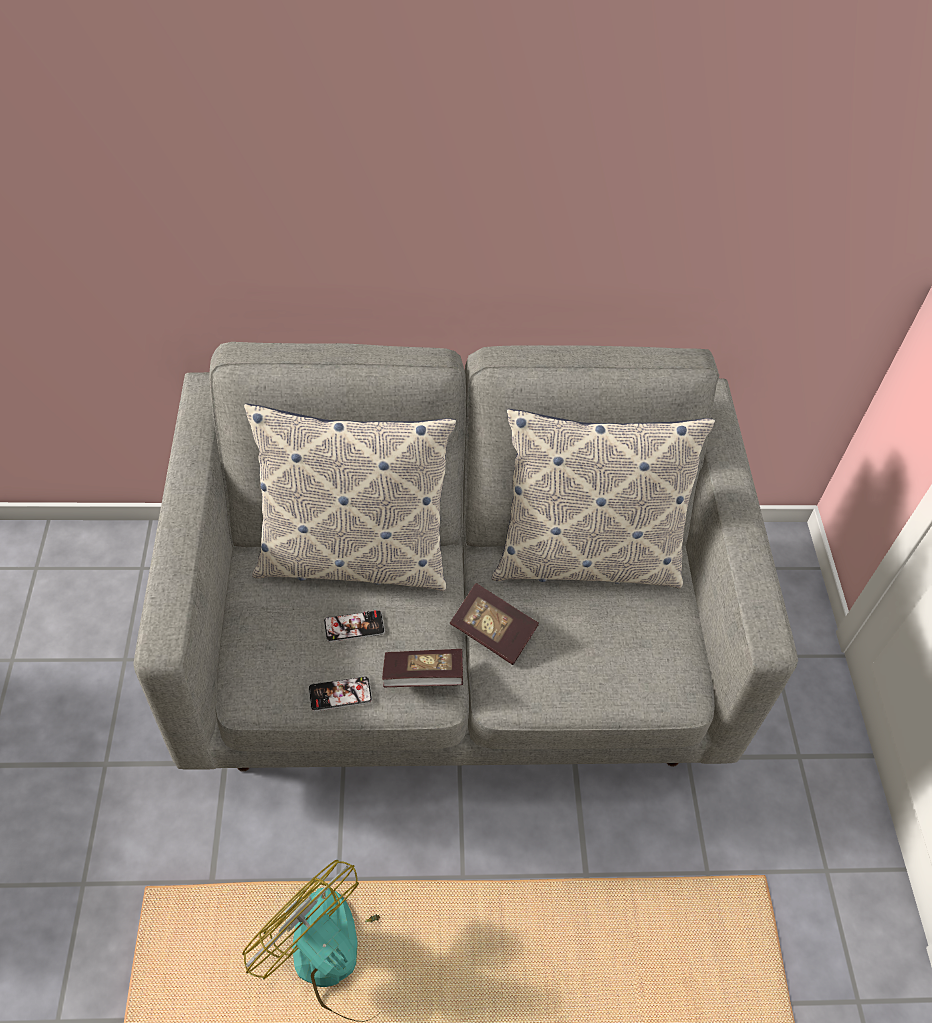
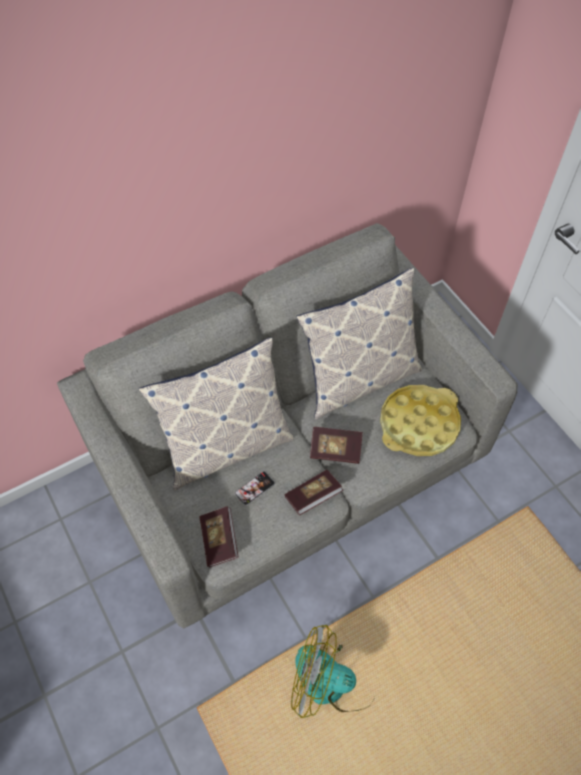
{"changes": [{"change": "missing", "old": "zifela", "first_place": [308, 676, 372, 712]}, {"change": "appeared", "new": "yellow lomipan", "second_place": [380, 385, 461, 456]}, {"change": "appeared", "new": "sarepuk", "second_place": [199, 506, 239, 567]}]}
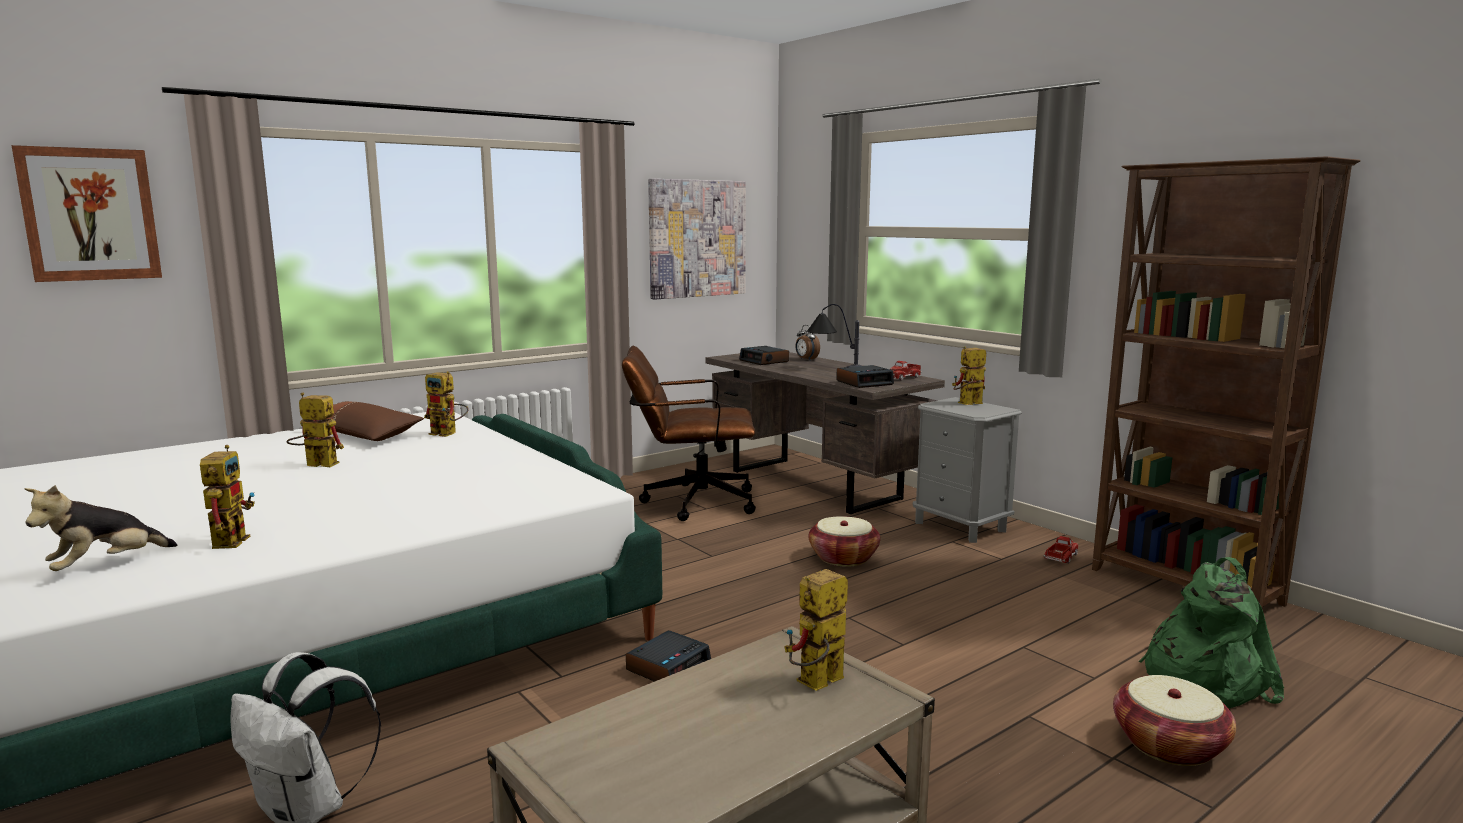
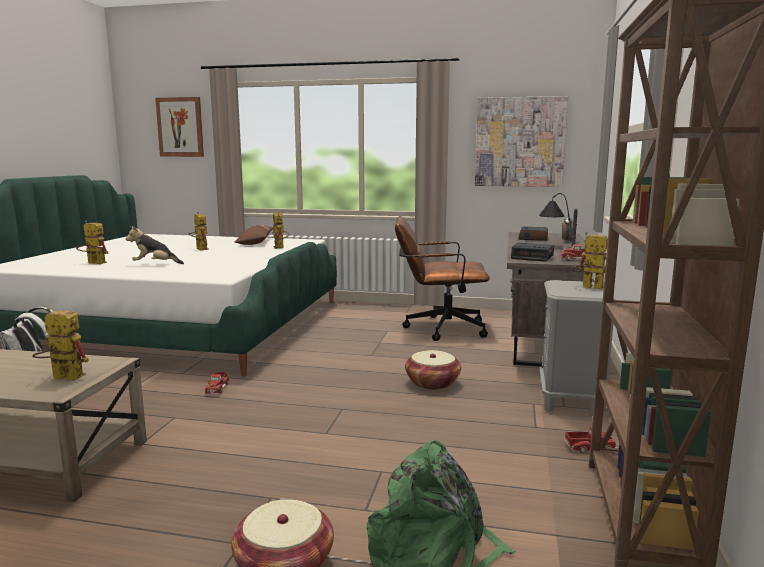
{"changes": [{"change": "spun", "old": "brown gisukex", "first_place": [622, 346, 756, 521], "second_place": [395, 216, 490, 341], "degrees": -45}, {"change": "spun", "old": "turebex", "first_place": [200, 445, 255, 549], "second_place": [76, 221, 109, 264], "degrees": -120}, {"change": "relocated", "old": "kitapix", "first_place": [25, 485, 177, 571], "second_place": [125, 226, 184, 264]}, {"change": "exchanged", "old": "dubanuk", "new": "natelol", "first_place": [626, 630, 711, 682], "second_place": [205, 372, 229, 395]}]}
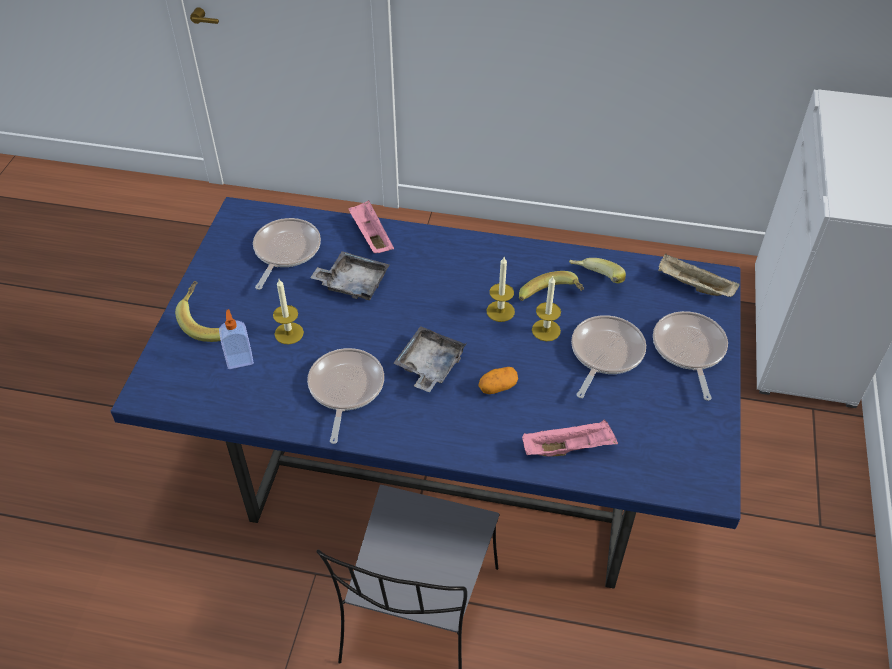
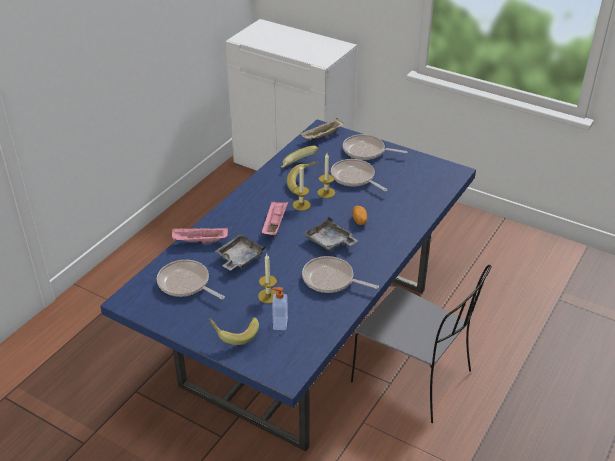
{"changes": [{"change": "relocated", "old": "pink lomipan", "first_place": [522, 419, 618, 457], "second_place": [262, 201, 288, 235]}]}
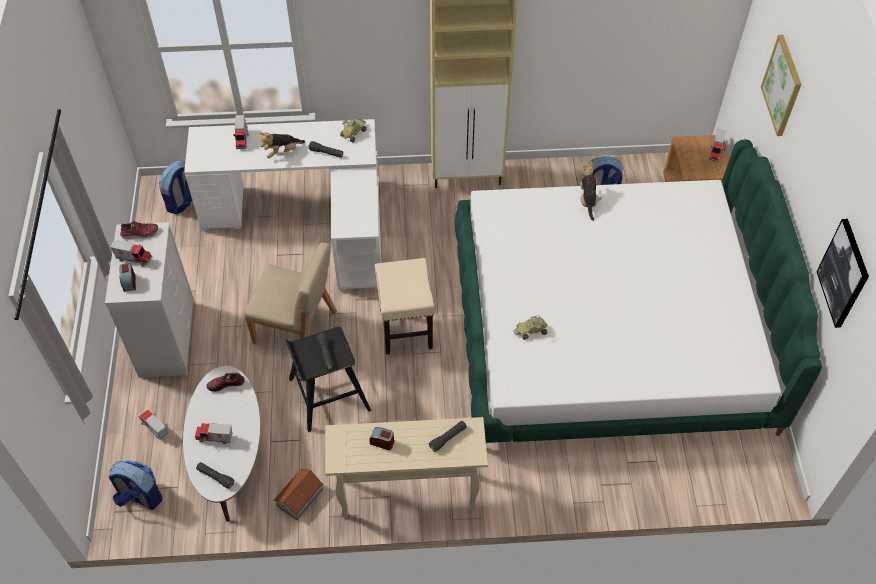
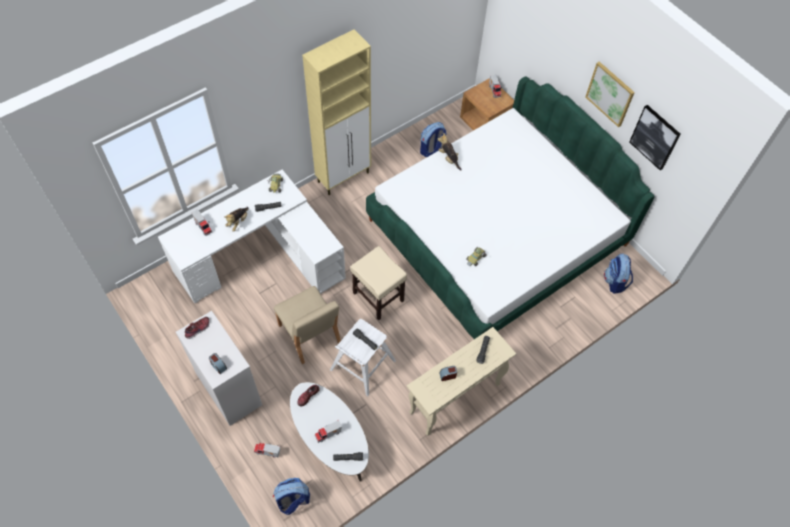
{"changes": [{"change": "relocated", "old": "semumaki", "first_place": [761, 35, 802, 136], "second_place": [585, 62, 635, 127]}, {"change": "relocated", "old": "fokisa", "first_place": [159, 161, 192, 214], "second_place": [604, 253, 633, 294]}, {"change": "missing", "old": "natelol", "first_place": [110, 239, 152, 267]}, {"change": "spun", "old": "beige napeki", "first_place": [245, 243, 337, 345], "second_place": [274, 286, 341, 364], "degrees": 75}, {"change": "colour", "old": "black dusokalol", "new": "white dusokalol", "first_place": [286, 327, 371, 432], "second_place": [330, 319, 396, 396]}, {"change": "missing", "old": "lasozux", "first_place": [274, 468, 323, 520]}]}
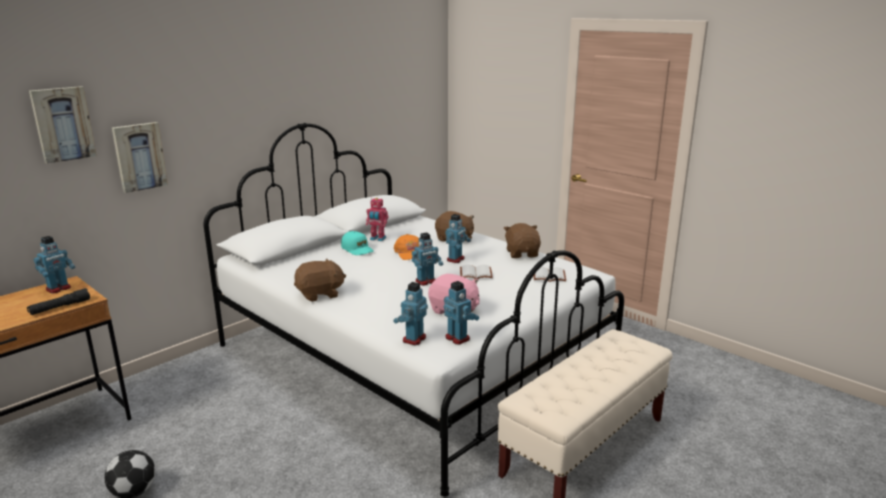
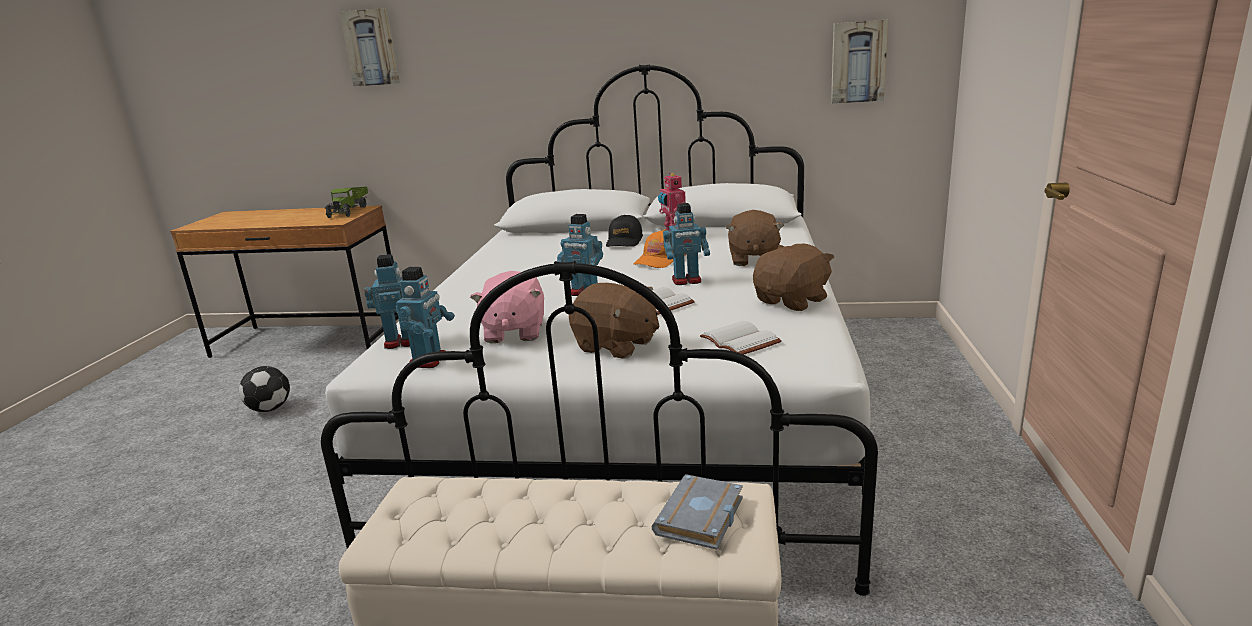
{"changes": [{"change": "relocated", "old": "semumaki", "first_place": [112, 122, 168, 193], "second_place": [831, 19, 889, 104]}, {"change": "colour", "old": "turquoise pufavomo", "new": "black pufavomo", "first_place": [341, 231, 374, 255], "second_place": [606, 215, 643, 247]}, {"change": "exchanged", "old": "turebex", "new": "natelol", "first_place": [34, 236, 75, 294], "second_place": [324, 187, 368, 218]}, {"change": "relocated", "old": "brown kitapix", "first_place": [294, 259, 346, 302], "second_place": [569, 283, 659, 359]}, {"change": "missing", "old": "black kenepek", "first_place": [27, 288, 90, 315]}, {"change": "appeared", "new": "grey sarepuk", "second_place": [652, 474, 743, 550]}]}
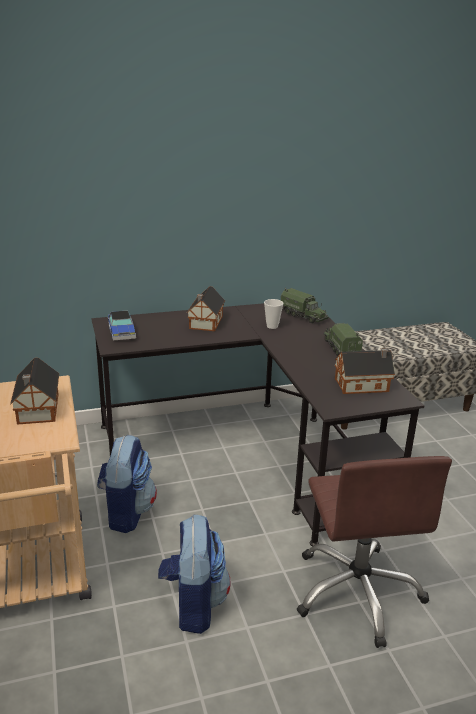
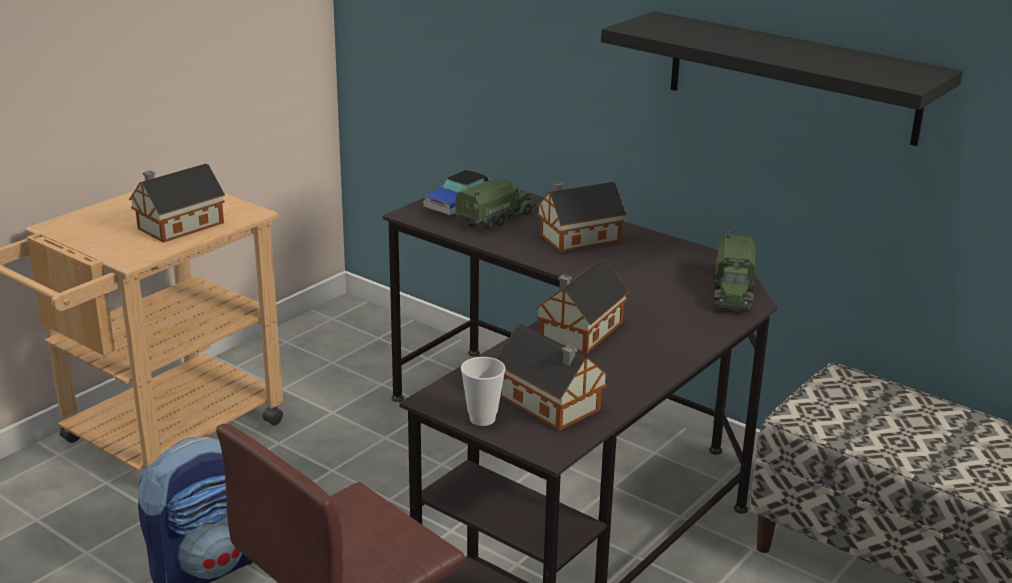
{"changes": [{"change": "relocated", "old": "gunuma", "first_place": [264, 299, 283, 329], "second_place": [461, 357, 506, 426]}, {"change": "relocated", "old": "natelol", "first_place": [324, 323, 363, 356], "second_place": [455, 178, 536, 230]}, {"change": "missing", "old": "fokisa", "first_place": [97, 435, 157, 533]}, {"change": "appeared", "new": "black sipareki", "second_place": [601, 11, 963, 146]}, {"change": "appeared", "new": "lasozux", "second_place": [535, 259, 629, 354]}]}
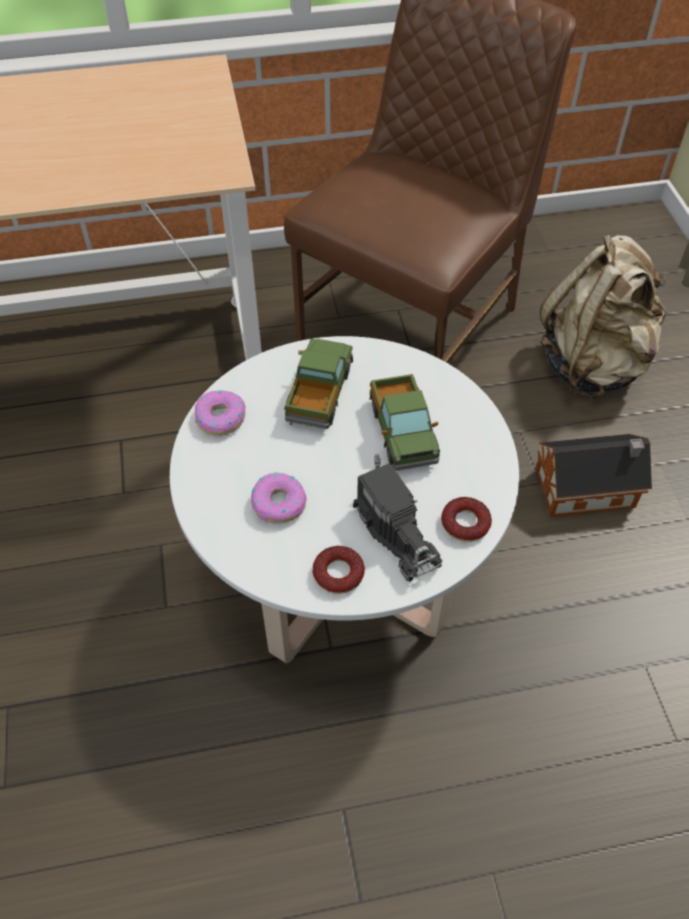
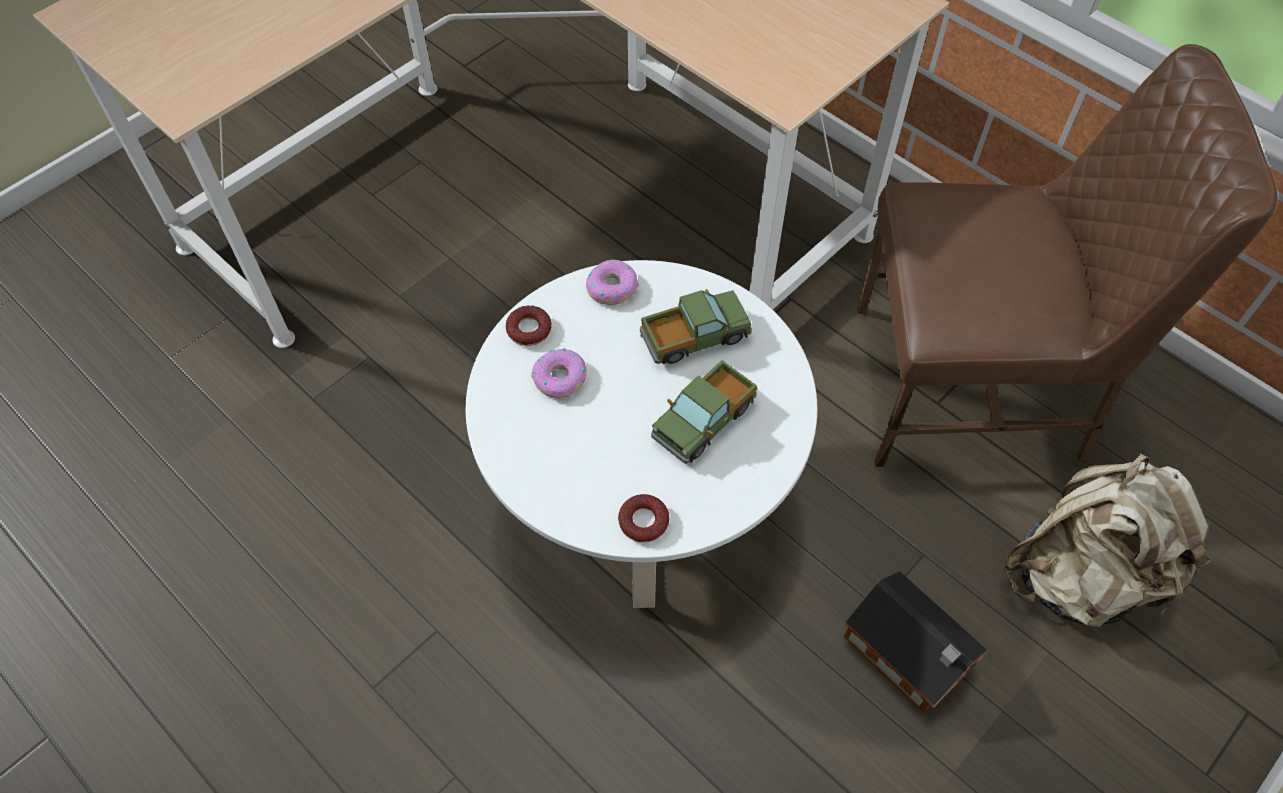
{"changes": [{"change": "missing", "old": "natelol", "first_place": [353, 453, 443, 582]}, {"change": "relocated", "old": "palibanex", "first_place": [313, 546, 365, 594], "second_place": [506, 306, 552, 346]}]}
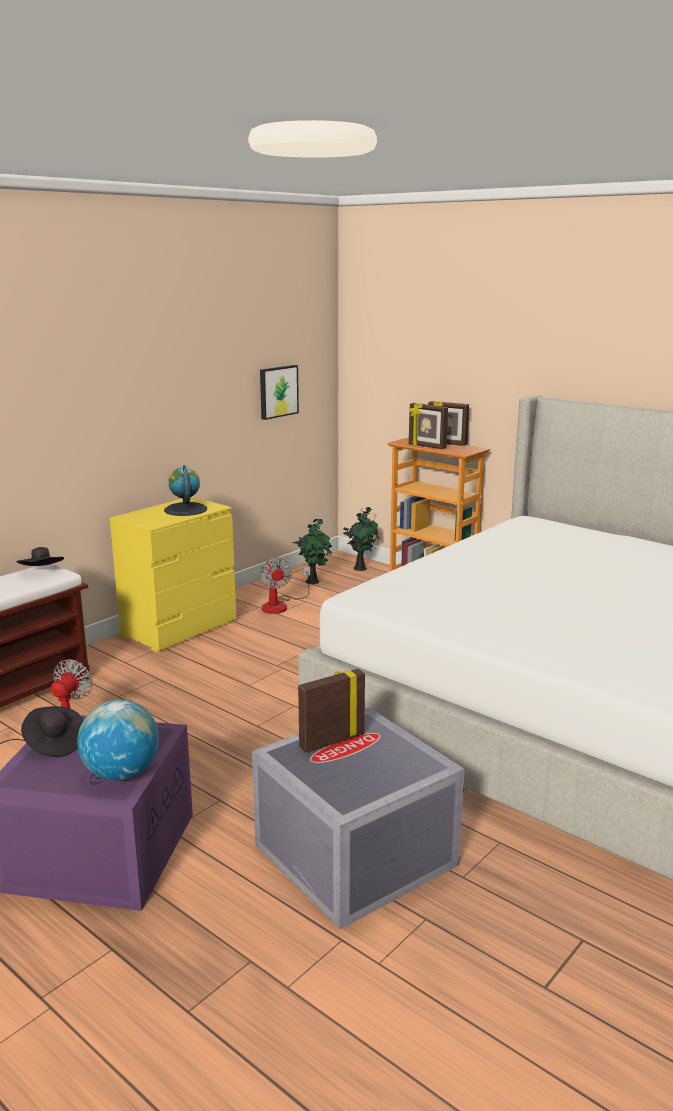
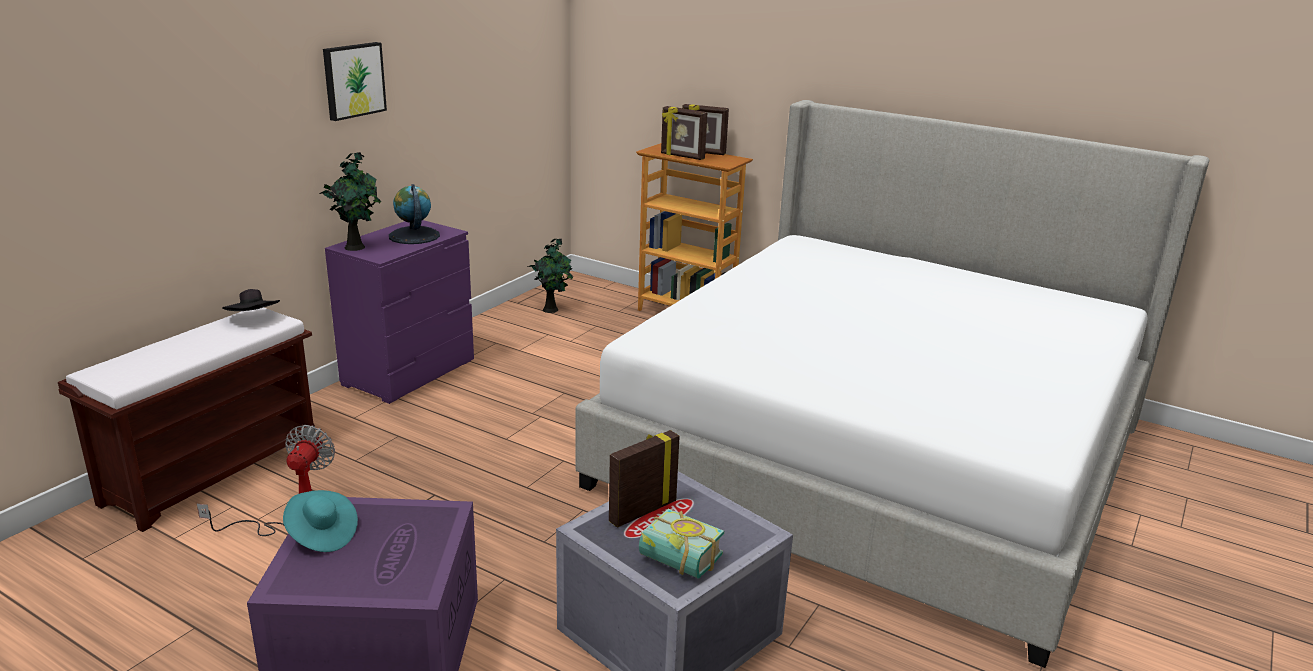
{"changes": [{"change": "relocated", "old": "semumaki", "first_place": [260, 365, 299, 420], "second_place": [323, 42, 387, 121]}, {"change": "colour", "old": "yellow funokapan", "new": "purple funokapan", "first_place": [110, 497, 236, 653], "second_place": [325, 220, 474, 404]}, {"change": "relocated", "old": "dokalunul", "first_place": [342, 507, 379, 571], "second_place": [319, 152, 381, 251]}, {"change": "missing", "old": "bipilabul", "first_place": [260, 558, 310, 614]}, {"change": "missing", "old": "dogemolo", "first_place": [77, 700, 159, 781]}, {"change": "colour", "old": "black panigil", "new": "turquoise panigil", "first_place": [21, 706, 83, 757], "second_place": [283, 490, 358, 552]}, {"change": "appeared", "new": "sarepuk", "second_place": [639, 509, 724, 579]}]}
